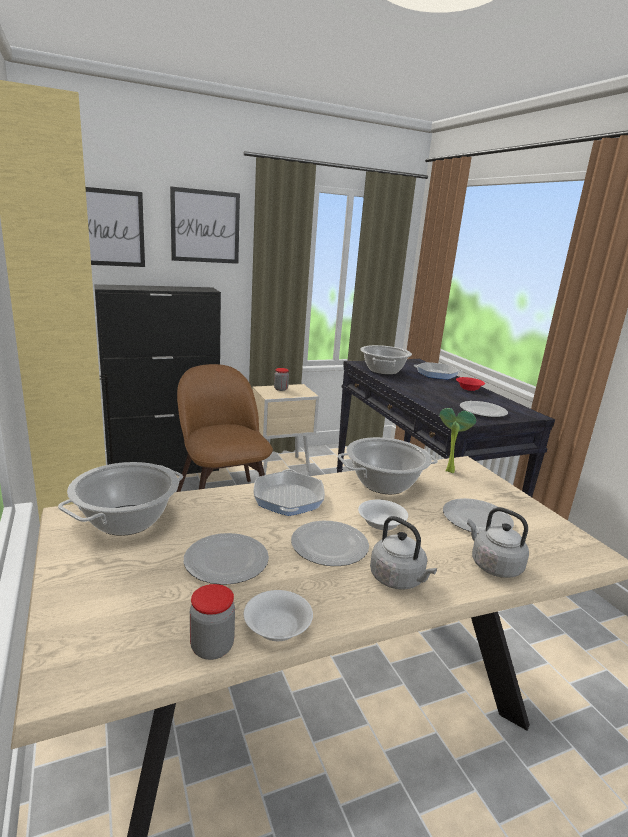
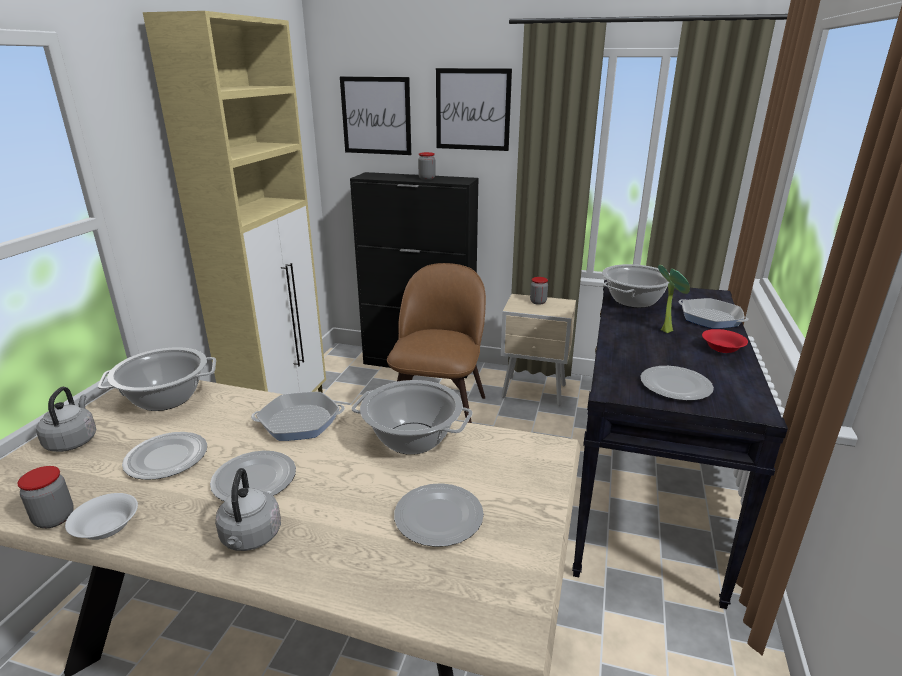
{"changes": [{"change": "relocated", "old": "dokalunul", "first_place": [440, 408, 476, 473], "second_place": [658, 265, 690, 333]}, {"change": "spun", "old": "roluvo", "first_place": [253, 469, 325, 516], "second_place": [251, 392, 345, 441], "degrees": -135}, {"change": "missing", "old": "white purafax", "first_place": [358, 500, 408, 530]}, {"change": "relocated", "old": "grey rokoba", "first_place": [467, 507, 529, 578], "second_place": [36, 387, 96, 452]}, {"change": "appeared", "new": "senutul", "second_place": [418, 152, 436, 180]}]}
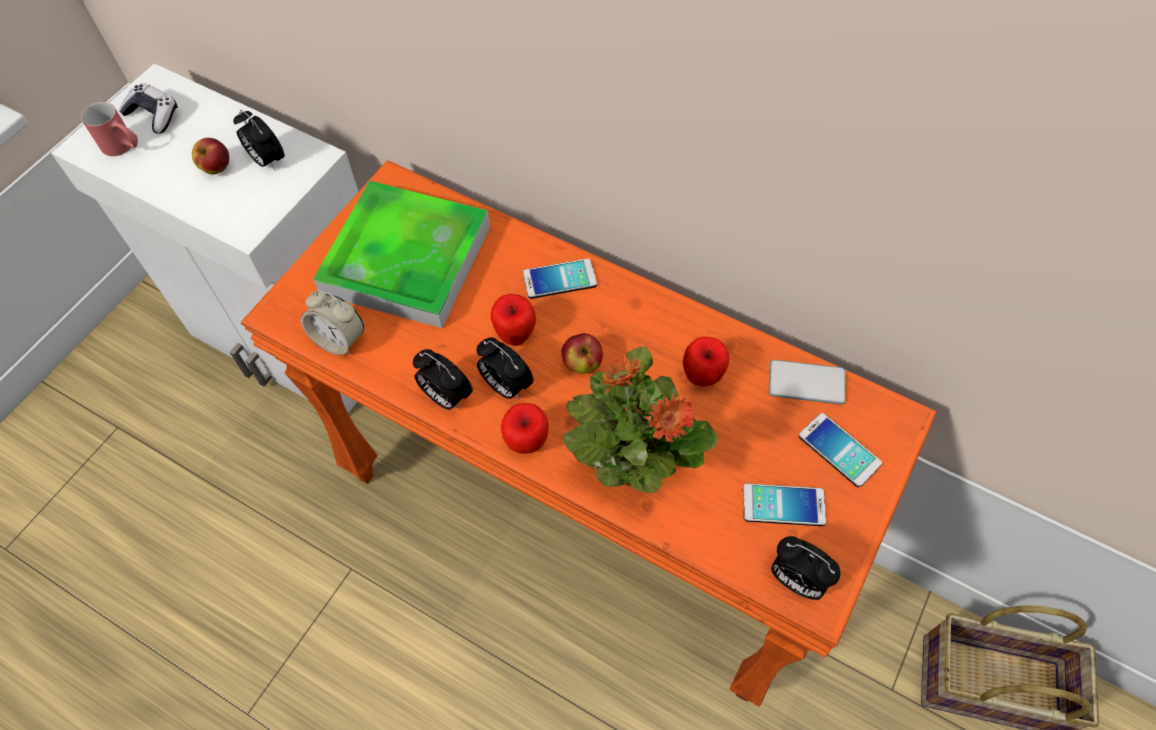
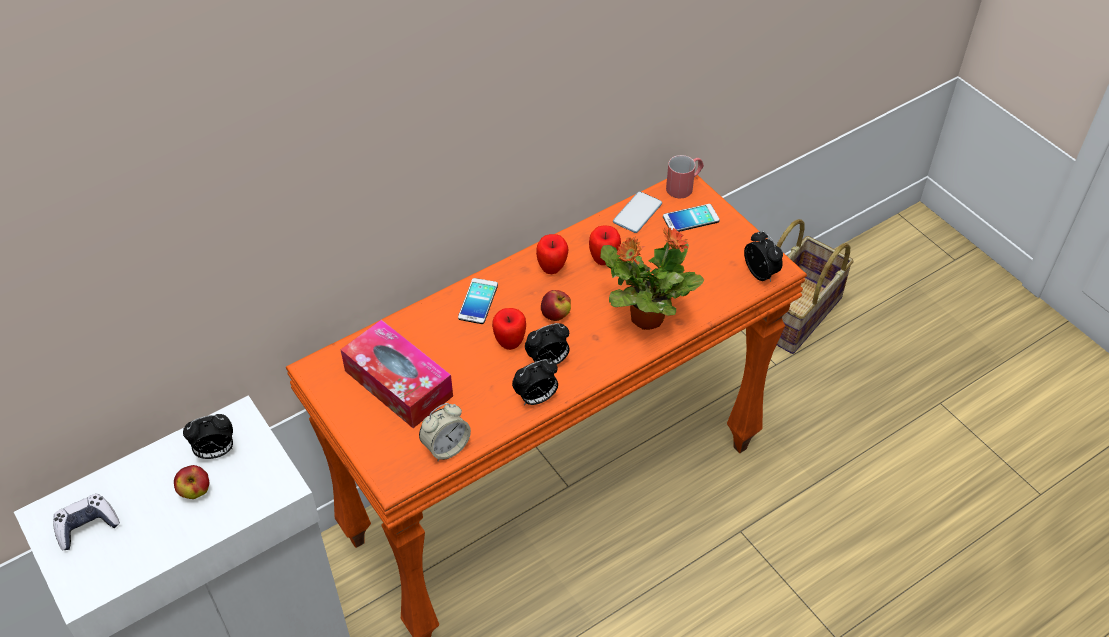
{"changes": [{"change": "relocated", "old": "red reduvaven", "first_place": [81, 102, 138, 156], "second_place": [666, 155, 704, 198]}, {"change": "exchanged", "old": "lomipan", "new": "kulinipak", "first_place": [313, 181, 490, 328], "second_place": [340, 320, 453, 428]}, {"change": "relocated", "old": "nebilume", "first_place": [501, 403, 548, 454], "second_place": [536, 234, 568, 274]}, {"change": "missing", "old": "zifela", "first_place": [743, 483, 826, 526]}, {"change": "spun", "old": "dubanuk", "first_place": [771, 536, 841, 600], "second_place": [744, 231, 783, 282], "degrees": -90}]}
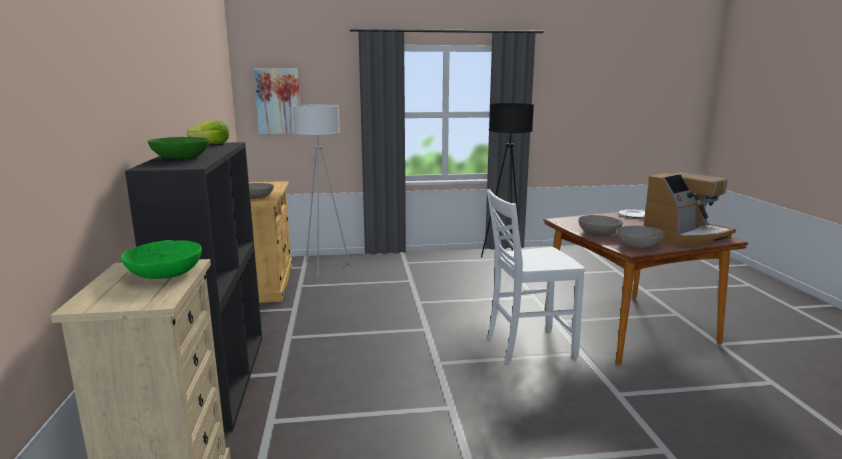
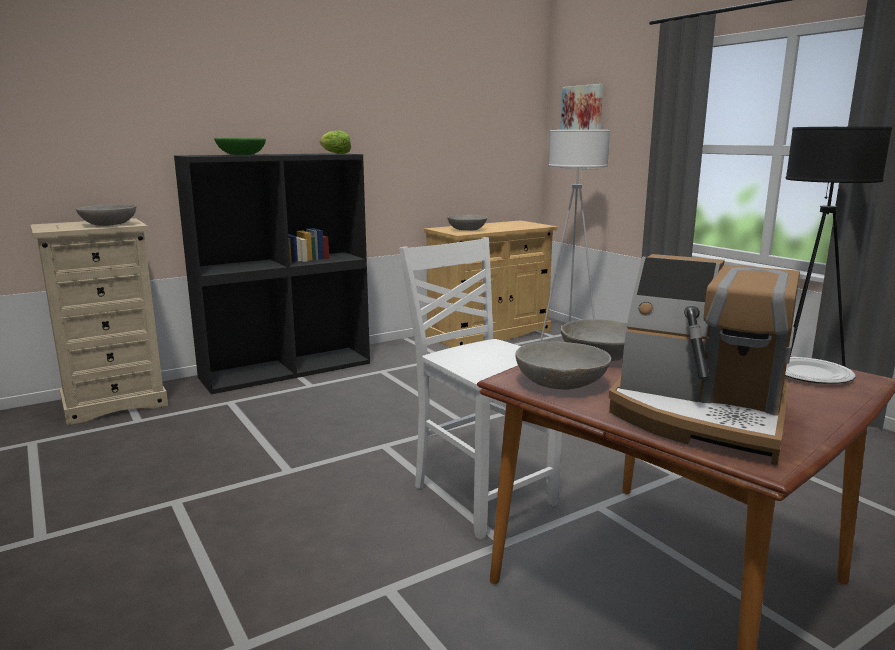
{"changes": [{"change": "colour", "old": "green purafax", "new": "grey purafax", "first_place": [121, 240, 202, 279], "second_place": [76, 204, 136, 226]}]}
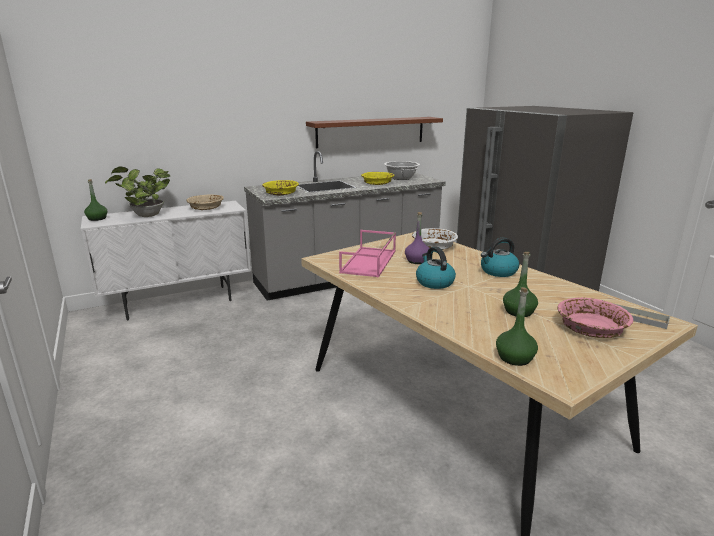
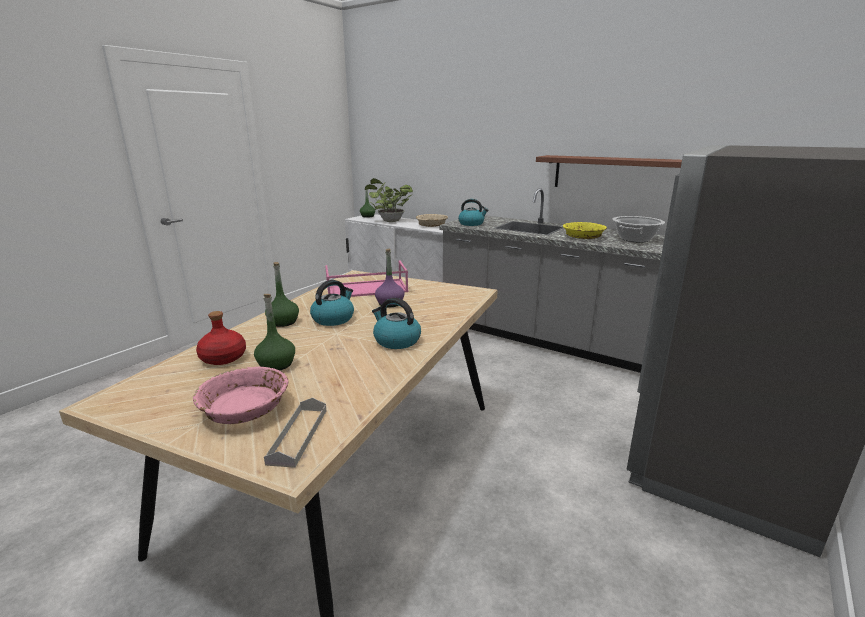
{"changes": [{"change": "exchanged", "old": "yellow purafax", "new": "rokoba", "first_place": [262, 180, 299, 196], "second_place": [458, 199, 488, 226]}, {"change": "missing", "old": "white purafax", "first_place": [412, 228, 458, 250]}, {"change": "relocated", "old": "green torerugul", "first_place": [496, 287, 538, 366], "second_place": [265, 262, 299, 327]}, {"change": "appeared", "new": "red torerugul", "second_place": [196, 311, 246, 365]}]}
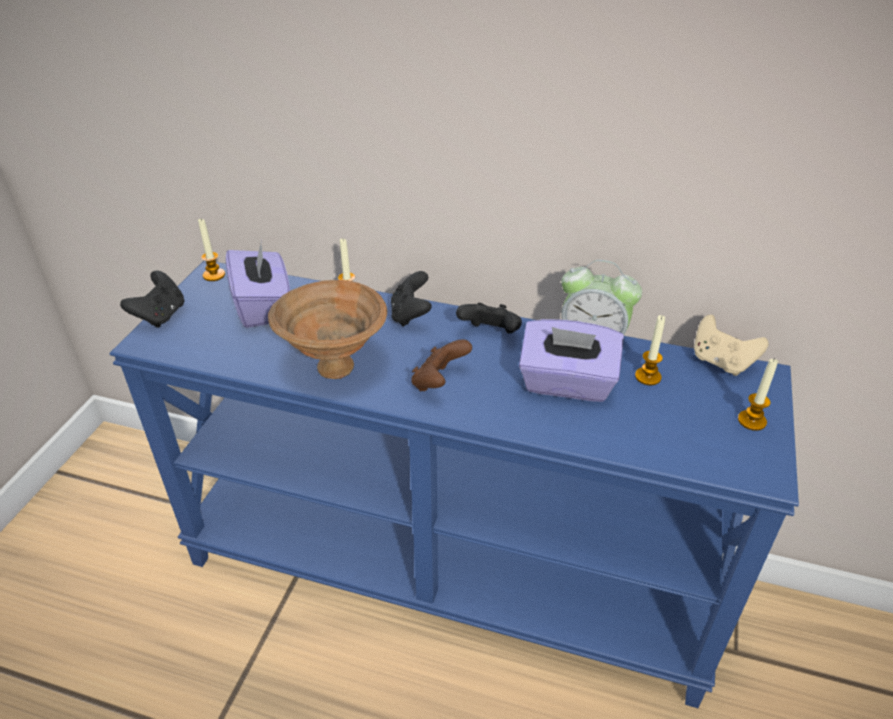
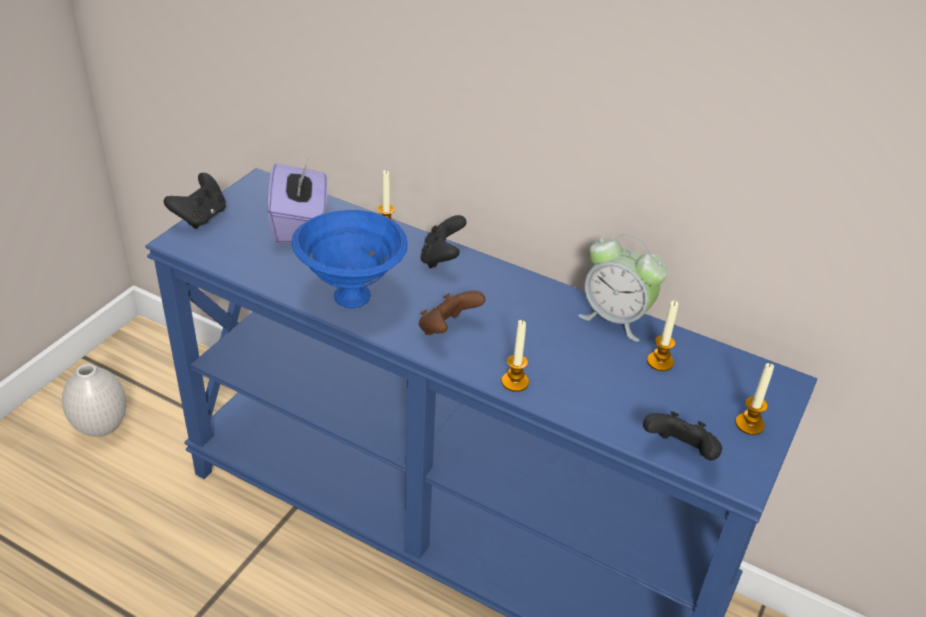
{"changes": [{"change": "relocated", "old": "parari", "first_place": [198, 219, 225, 281], "second_place": [501, 320, 529, 392]}, {"change": "colour", "old": "brown purafax", "new": "blue purafax", "first_place": [268, 280, 387, 379], "second_place": [292, 210, 408, 309]}, {"change": "relocated", "old": "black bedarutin", "first_place": [456, 303, 522, 334], "second_place": [643, 411, 722, 460]}, {"change": "missing", "old": "beige bedarutin", "first_place": [694, 315, 769, 376]}, {"change": "missing", "old": "purple kulinipak", "first_place": [519, 319, 624, 402]}, {"change": "appeared", "new": "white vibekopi", "second_place": [62, 364, 126, 437]}]}
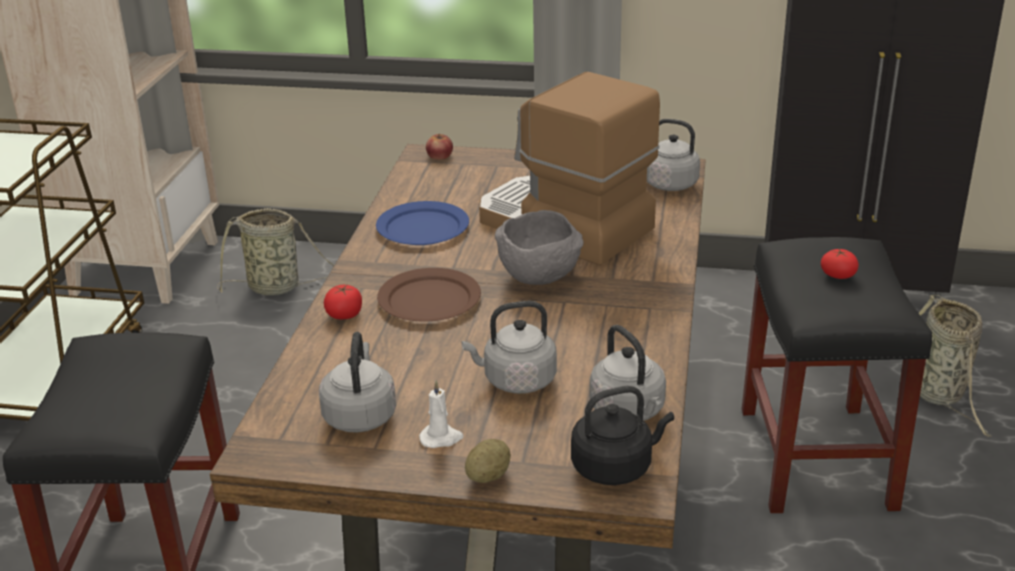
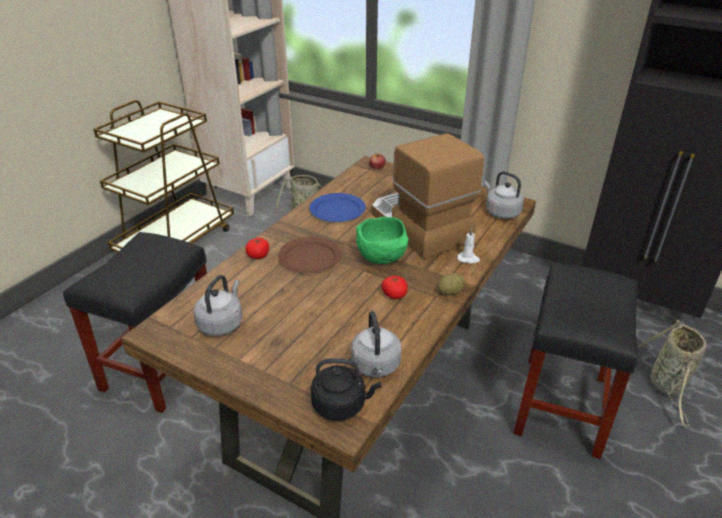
{"changes": [{"change": "colour", "old": "grey purafax", "new": "green purafax", "first_place": [495, 210, 583, 285], "second_place": [356, 217, 409, 264]}, {"change": "relocated", "old": "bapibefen", "first_place": [821, 249, 859, 279], "second_place": [382, 276, 408, 299]}, {"change": "missing", "old": "grey rokoba", "first_place": [462, 301, 557, 394]}, {"change": "relocated", "old": "white parari", "first_place": [419, 380, 464, 448], "second_place": [457, 228, 480, 264]}, {"change": "relocated", "old": "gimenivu", "first_place": [465, 439, 511, 483], "second_place": [438, 273, 465, 295]}]}
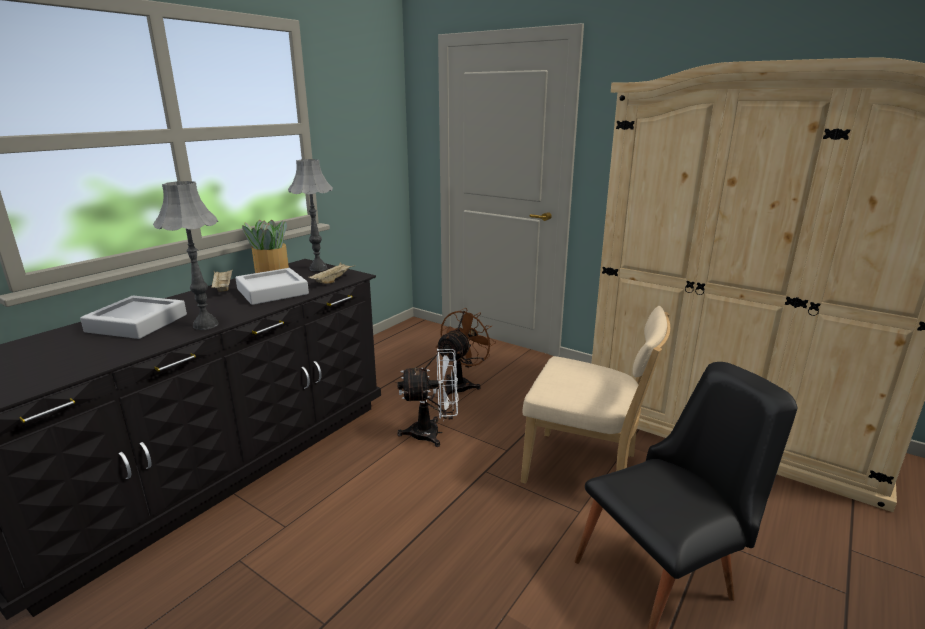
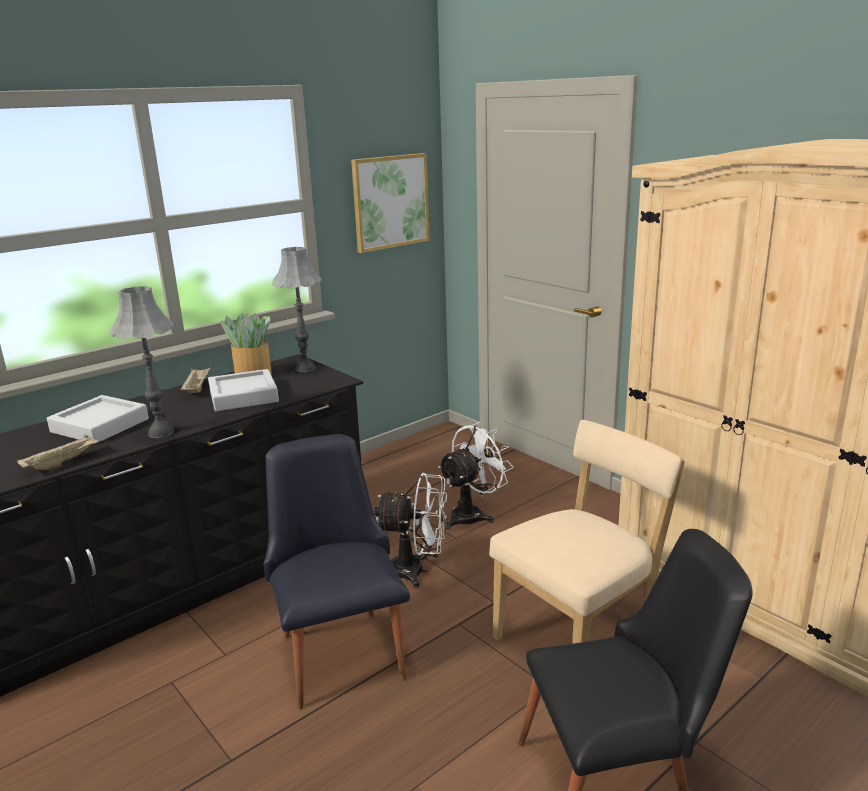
{"changes": [{"change": "relocated", "old": "beige lomipan", "first_place": [308, 262, 353, 284], "second_place": [17, 435, 101, 470]}, {"change": "spun", "old": "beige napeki", "first_place": [521, 306, 670, 484], "second_place": [489, 420, 685, 644], "degrees": -75}, {"change": "colour", "old": "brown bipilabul", "new": "white bipilabul", "first_place": [436, 308, 496, 396], "second_place": [438, 422, 514, 530]}, {"change": "appeared", "new": "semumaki", "second_place": [351, 153, 430, 253]}, {"change": "appeared", "new": "black napeki", "second_place": [264, 434, 410, 710]}]}
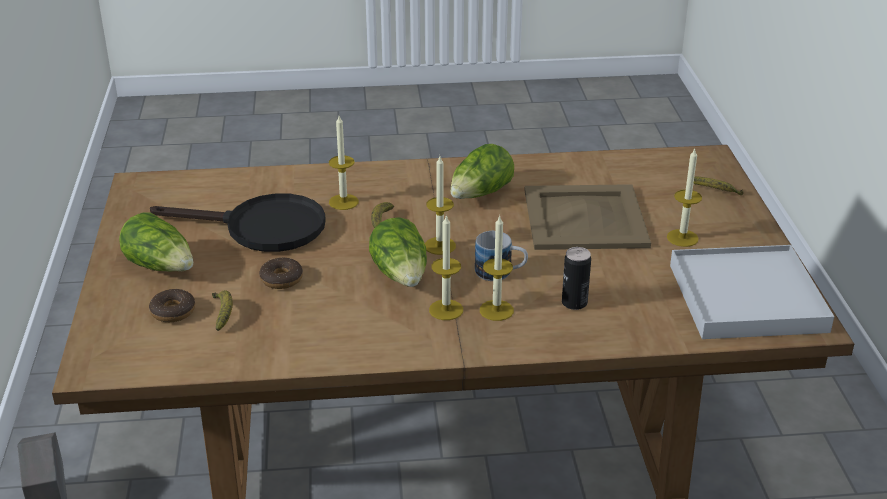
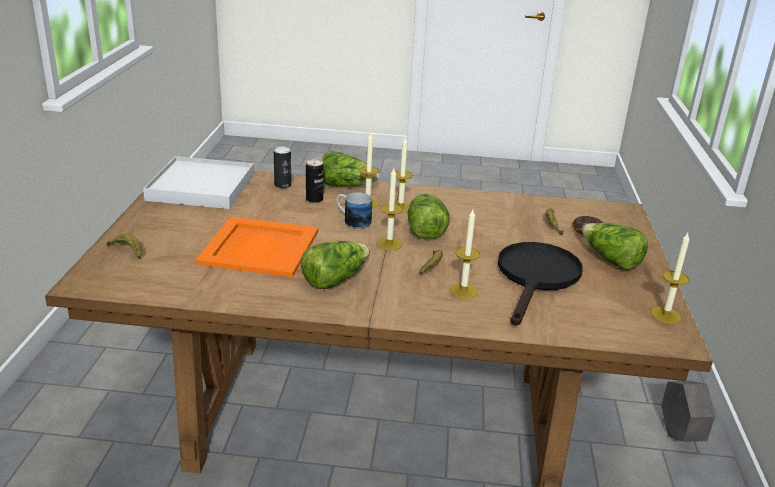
{"changes": [{"change": "relocated", "old": "parari", "first_place": [667, 148, 702, 247], "second_place": [651, 233, 690, 324]}, {"change": "colour", "old": "beige lomipan", "new": "orange lomipan", "first_place": [524, 184, 651, 250], "second_place": [195, 217, 318, 277]}, {"change": "spun", "old": "black roluvo", "first_place": [150, 193, 326, 252], "second_place": [498, 242, 583, 326], "degrees": 90}, {"change": "missing", "old": "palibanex", "first_place": [259, 258, 303, 289]}, {"change": "appeared", "new": "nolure", "second_place": [274, 146, 291, 188]}, {"change": "appeared", "new": "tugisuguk", "second_place": [321, 151, 379, 187]}]}
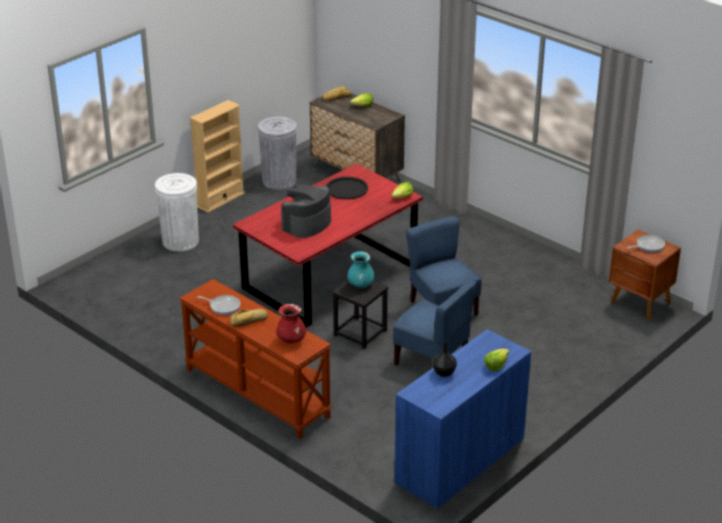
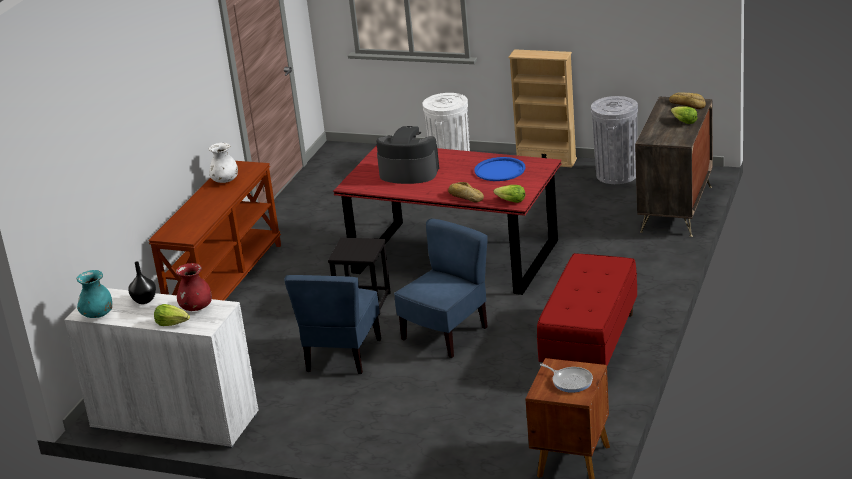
{"changes": [{"change": "colour", "old": "black lomipan", "new": "blue lomipan", "first_place": [326, 177, 368, 199], "second_place": [474, 157, 526, 181]}, {"change": "relocated", "old": "turquoise vibekopi", "first_place": [347, 251, 375, 288], "second_place": [76, 270, 112, 318]}, {"change": "exchanged", "old": "roluvo", "new": "white vibekopi", "first_place": [197, 295, 240, 315], "second_place": [209, 143, 238, 183]}, {"change": "relocated", "old": "red vibekopi", "first_place": [277, 304, 306, 343], "second_place": [176, 263, 212, 311]}, {"change": "relocated", "old": "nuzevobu", "first_place": [230, 309, 268, 327], "second_place": [448, 182, 484, 203]}, {"change": "colour", "old": "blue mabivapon", "new": "white mabivapon", "first_place": [394, 329, 532, 510], "second_place": [64, 288, 258, 449]}, {"change": "appeared", "new": "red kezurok", "second_place": [537, 253, 637, 366]}]}
